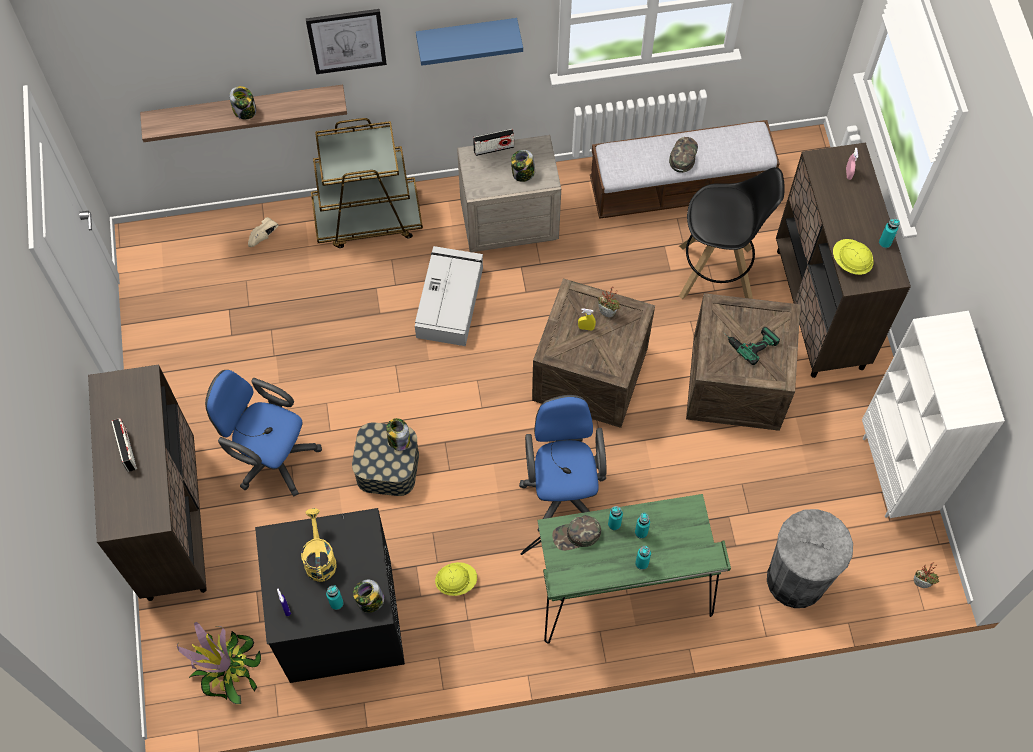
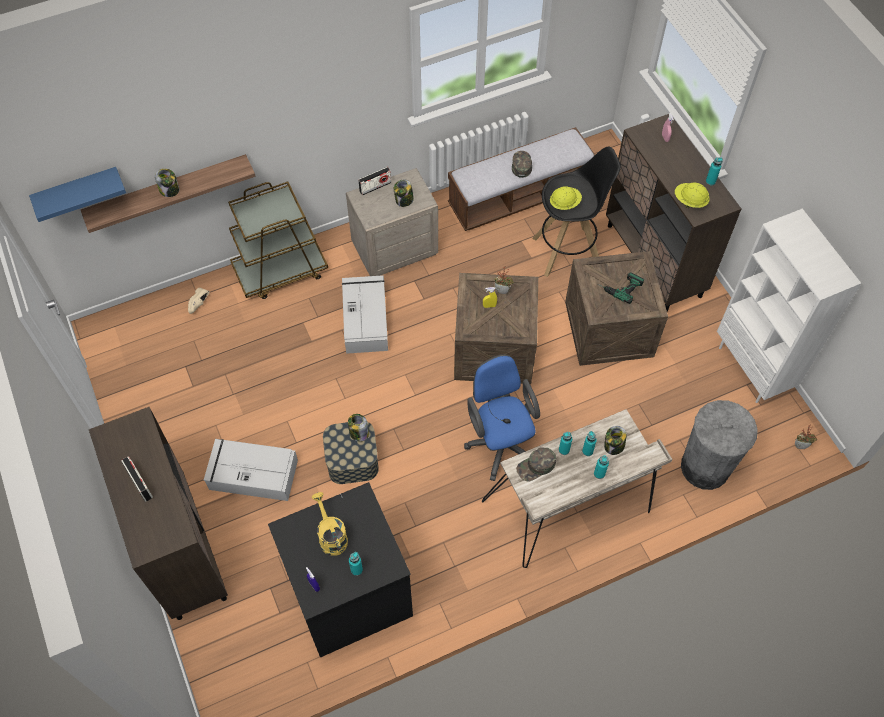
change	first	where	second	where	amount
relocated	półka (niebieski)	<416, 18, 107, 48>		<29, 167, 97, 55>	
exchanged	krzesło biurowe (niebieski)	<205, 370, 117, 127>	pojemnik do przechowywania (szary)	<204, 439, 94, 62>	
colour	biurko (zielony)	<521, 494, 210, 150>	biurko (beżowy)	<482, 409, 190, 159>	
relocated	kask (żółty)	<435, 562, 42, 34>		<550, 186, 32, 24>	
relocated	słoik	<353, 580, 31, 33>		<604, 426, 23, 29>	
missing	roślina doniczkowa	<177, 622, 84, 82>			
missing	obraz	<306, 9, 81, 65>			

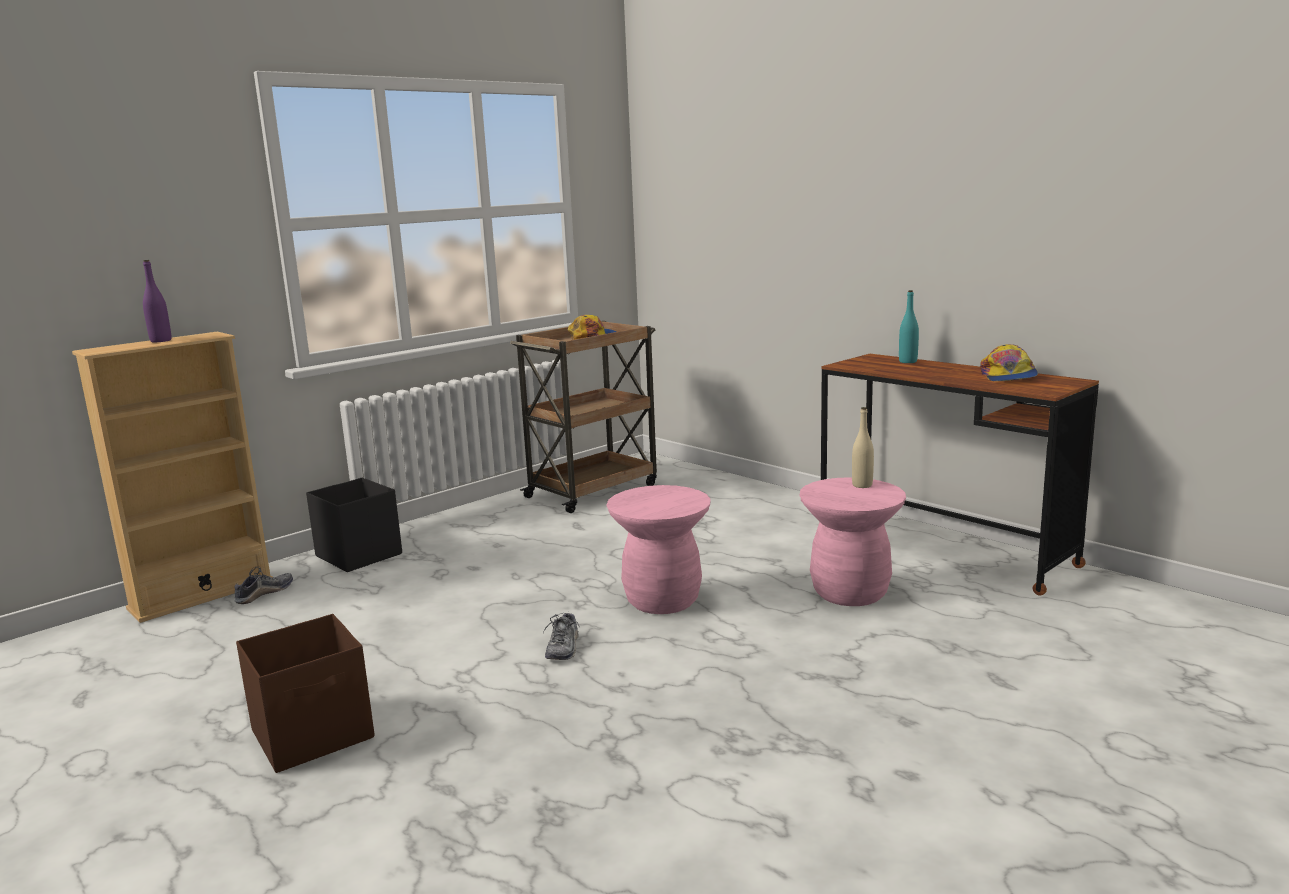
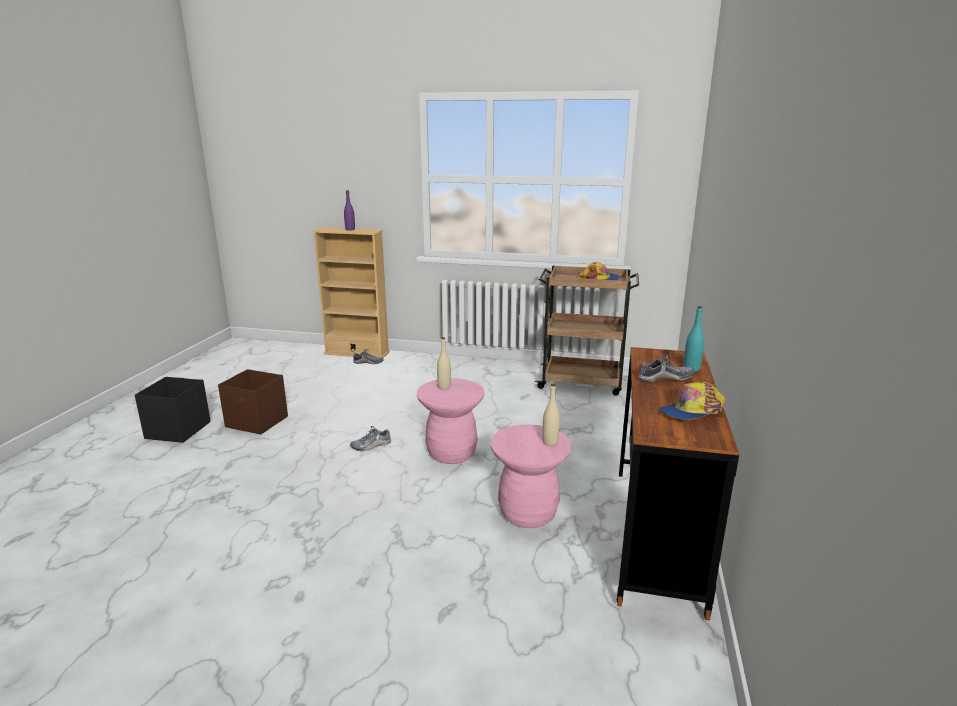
change	first	where	second	where	amount
relocated	pojemnik do przechowywania (czarny)	<306, 477, 96, 95>		<135, 377, 76, 66>	
appeared			butelka (beżowy)	<437, 337, 14, 53>	
appeared			but	<639, 353, 54, 29>	

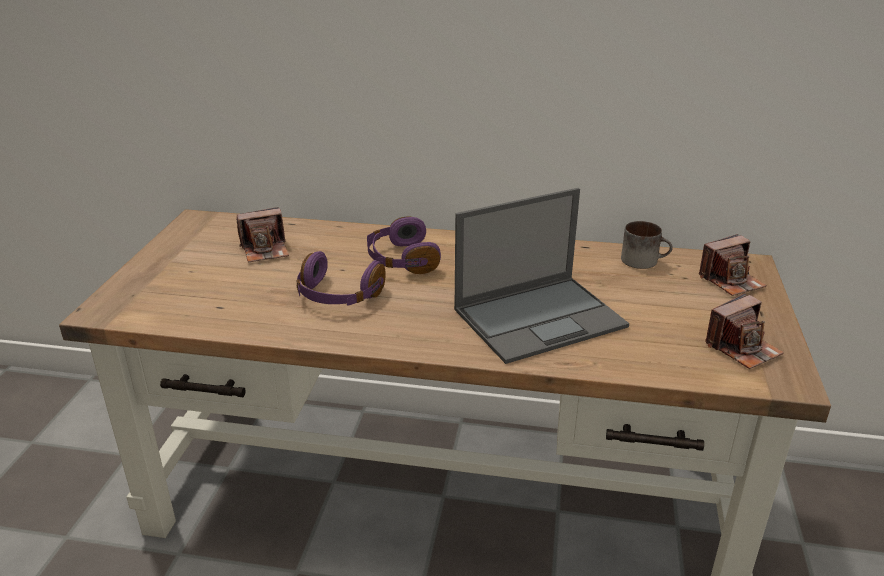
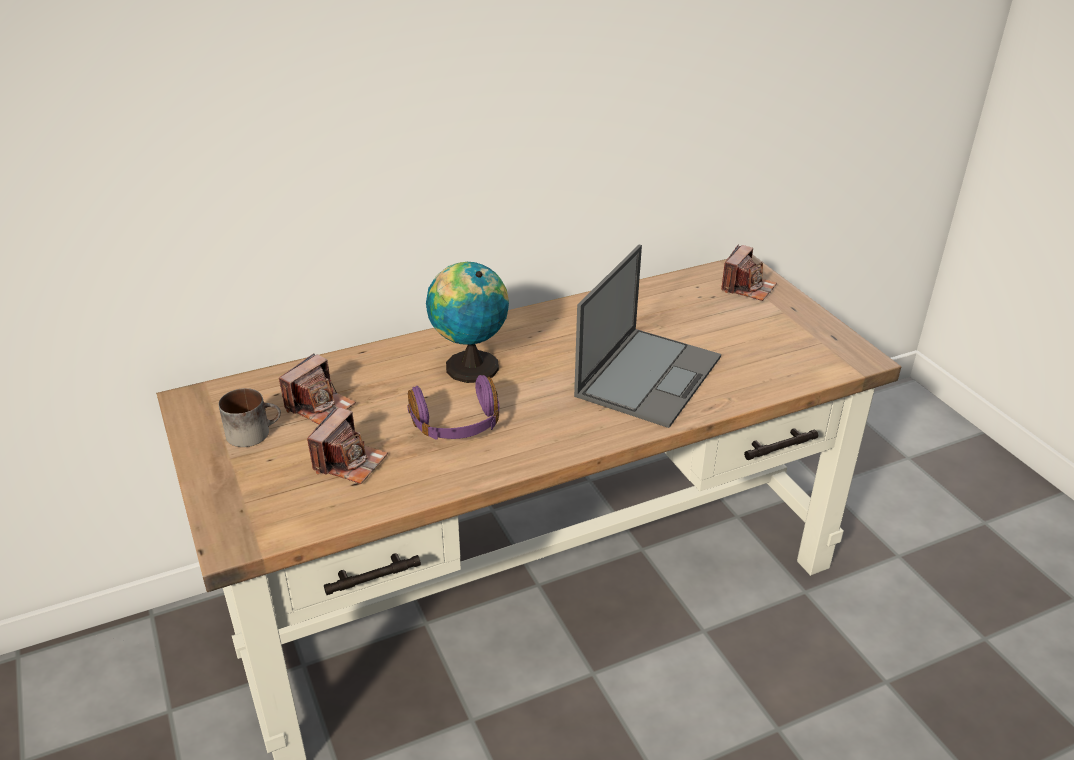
change	first	where	second	where	amount
relocated	kubek	<621, 221, 52, 48>		<219, 388, 62, 59>	
relocated	aparat fotograficzny	<705, 293, 79, 76>		<307, 407, 81, 77>	
exchanged	słuchawki (fioletowy)	<367, 216, 74, 58>	globus	<426, 262, 83, 121>	

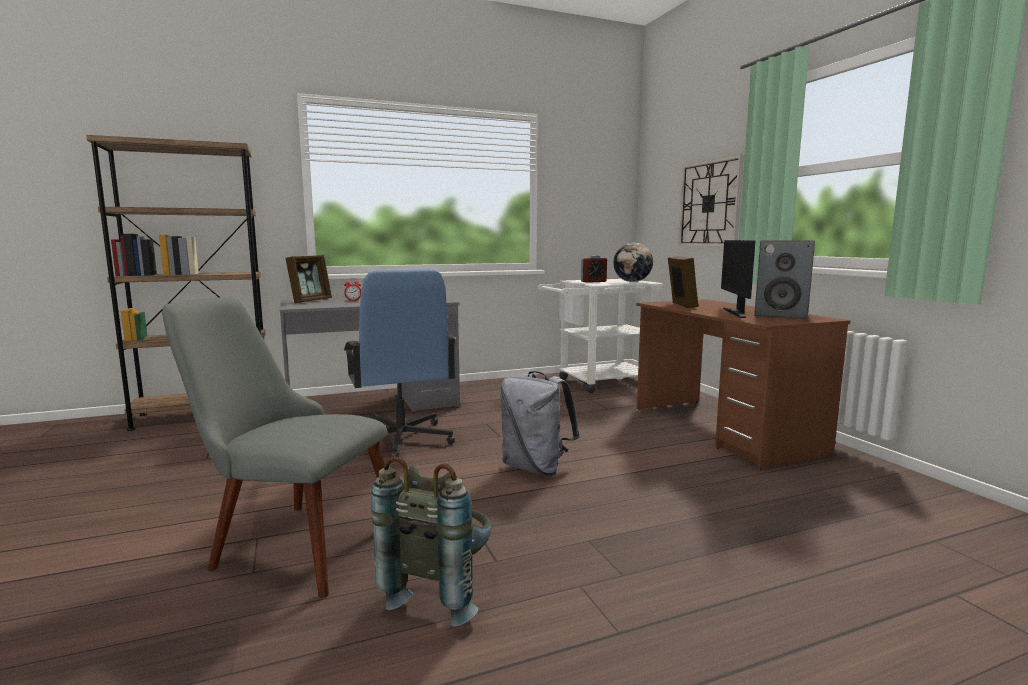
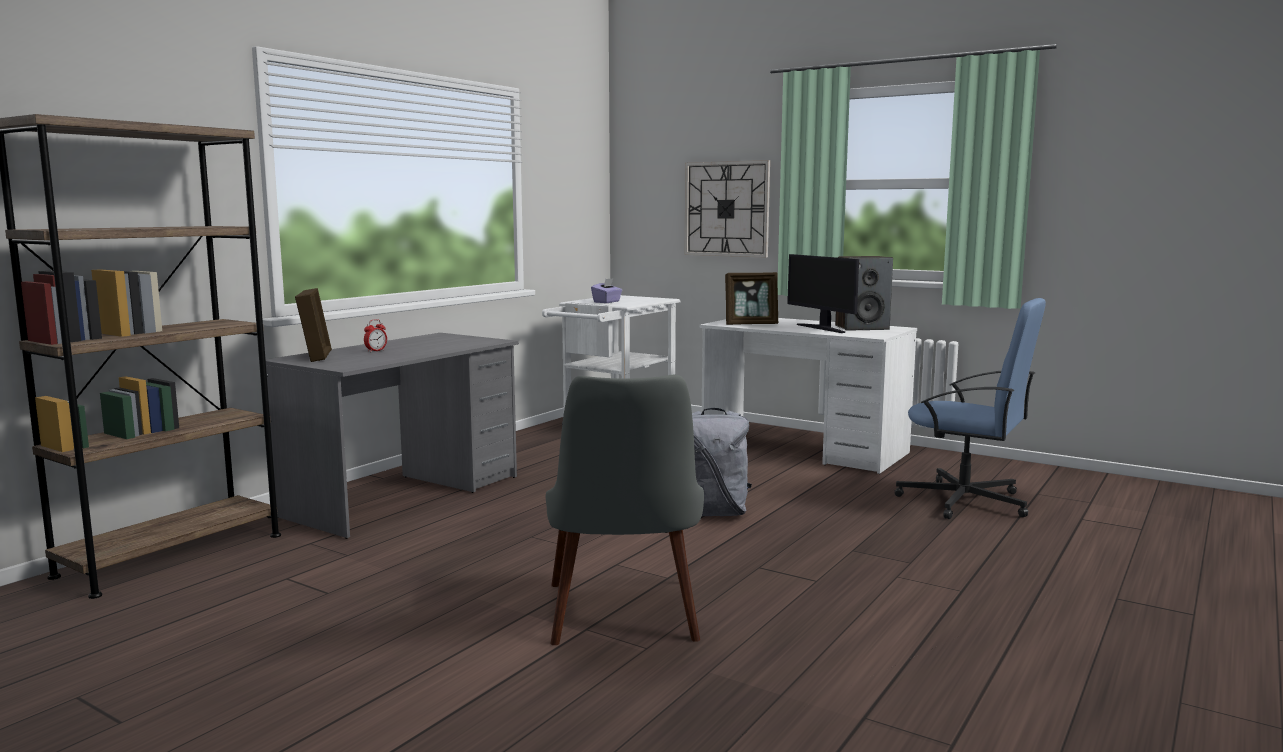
change	first	where	second	where	amount
spun	krzesło (szary)	<162, 297, 226, 301>		<546, 375, 158, 270>	75 degrees counterclockwise
exchanged	budzik	<581, 255, 26, 28>	pudełko chusteczek (fioletowy)	<591, 278, 31, 25>	
colour	biurko (brązowy)	<636, 299, 214, 171>	biurko (biały)	<700, 318, 217, 156>	
spun	ramka na zdjęcie	<668, 256, 31, 52>		<725, 272, 53, 53>	120 degrees clockwise
relocated	krzesło biurowe (niebieski)	<344, 269, 112, 188>		<895, 298, 151, 221>	
missing	plecak (szary)	<371, 456, 120, 171>			
missing	globus	<613, 243, 40, 39>			

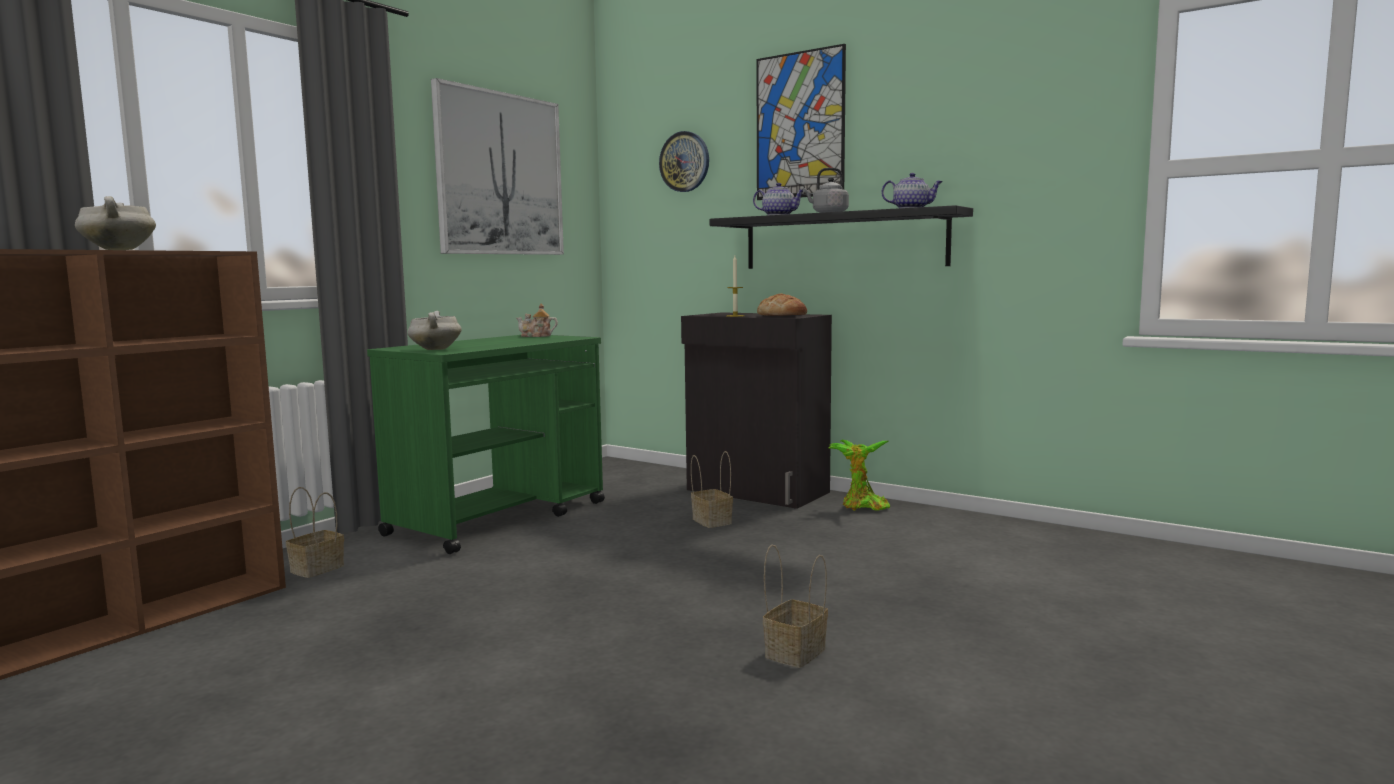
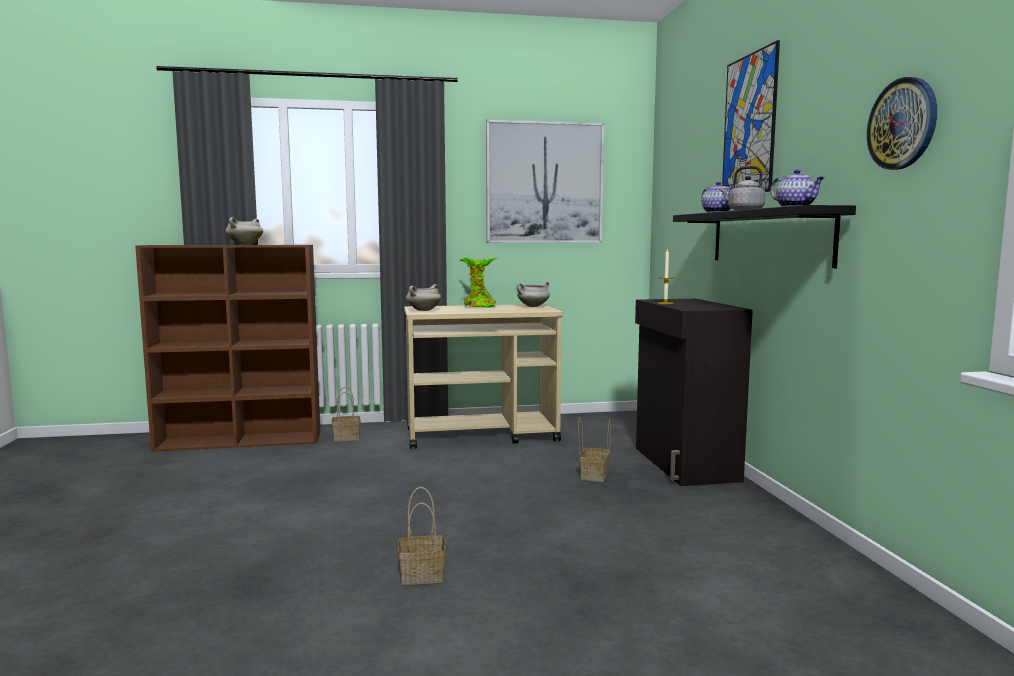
change	first	where	second	where	amount
colour	wózek (zielony)	<367, 335, 238, 219>	wózek (beżowy)	<404, 304, 159, 145>	
relocated	roślina doniczkowa	<829, 440, 61, 71>		<460, 257, 38, 50>	
exchanged	imbryk	<516, 304, 42, 33>	garnek (biały)	<517, 281, 33, 26>	
relocated	zegar ścienny	<659, 131, 50, 61>		<867, 77, 70, 93>	
missing	chleb	<757, 294, 50, 22>			

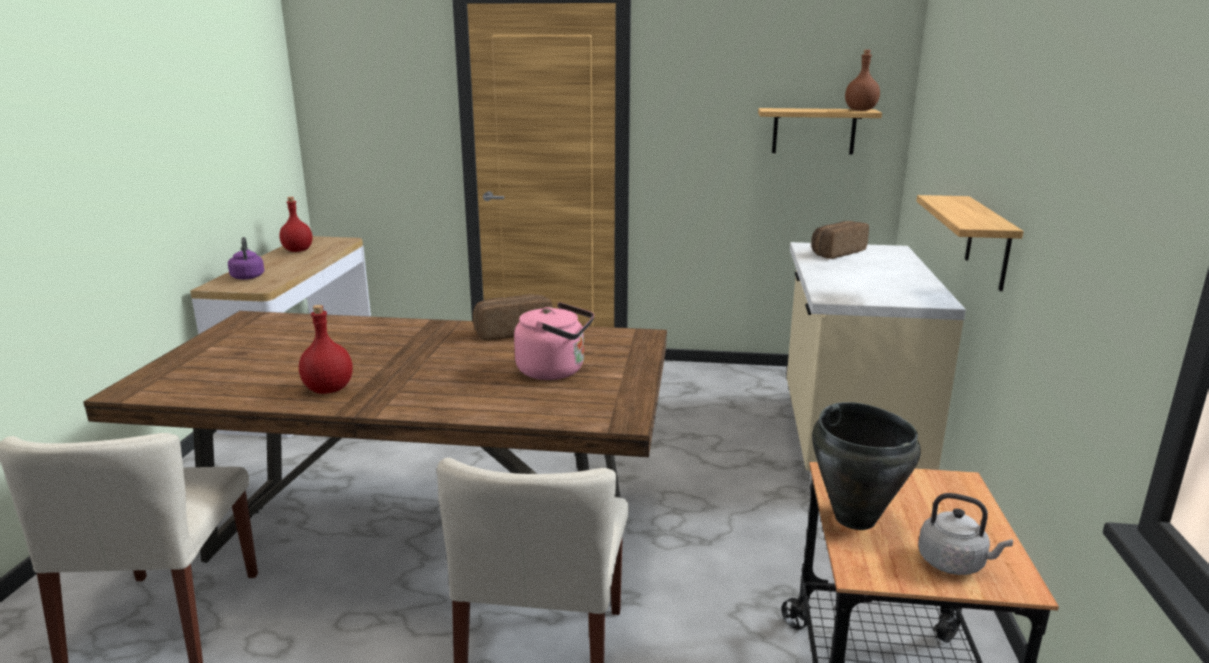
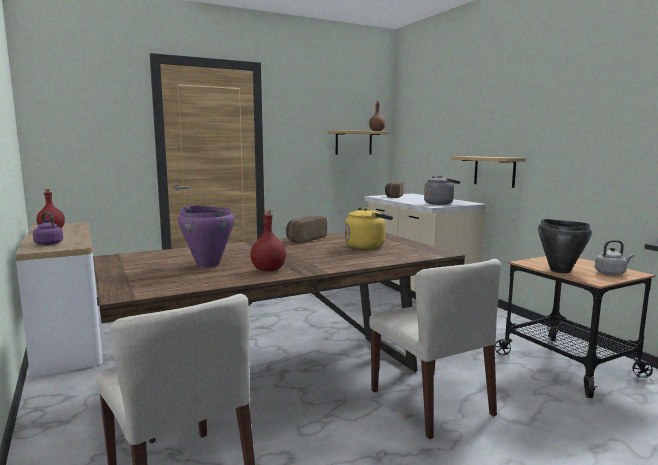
change	first	where	second	where	amount
appeared			garnek (fioletowy)	<178, 206, 57, 62>	
colour	czajnik (różowy)	<514, 302, 80, 78>	czajnik (żółty)	<345, 208, 48, 41>	
appeared			czajnik (szary)	<424, 176, 36, 29>	

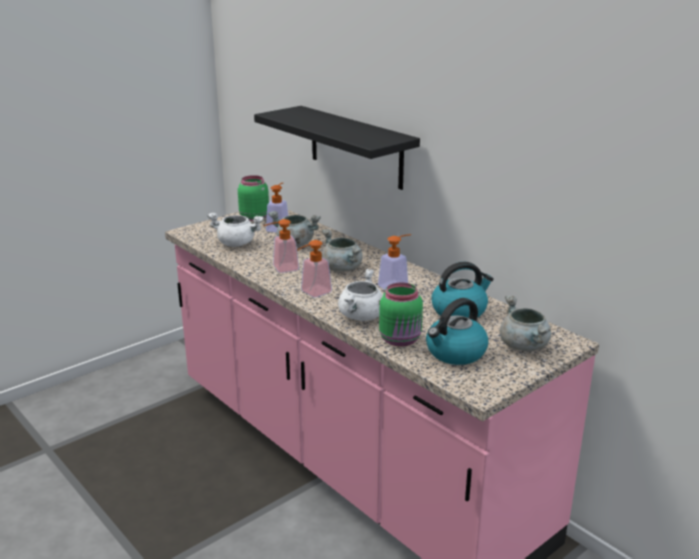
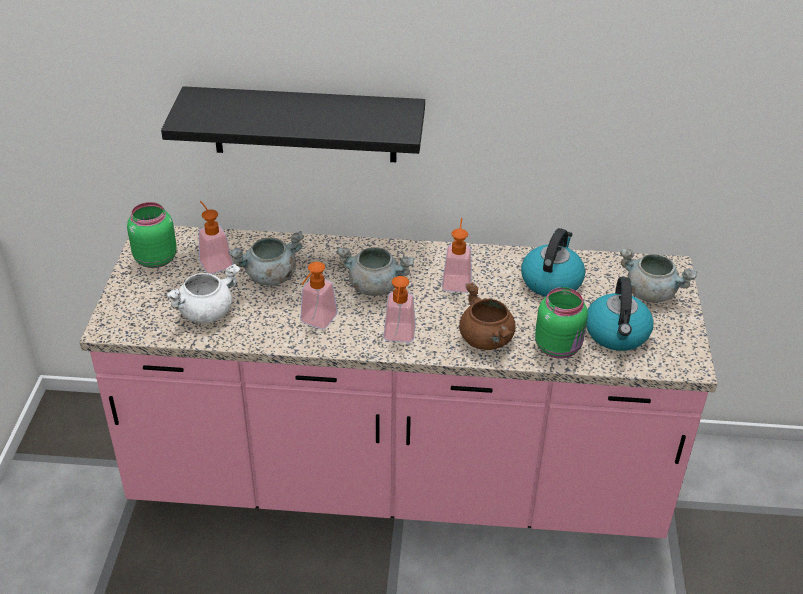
change	first	where	second	where	amount
colour	garnek (biały)	<338, 268, 44, 53>	garnek (brązowy)	<459, 283, 57, 67>	

